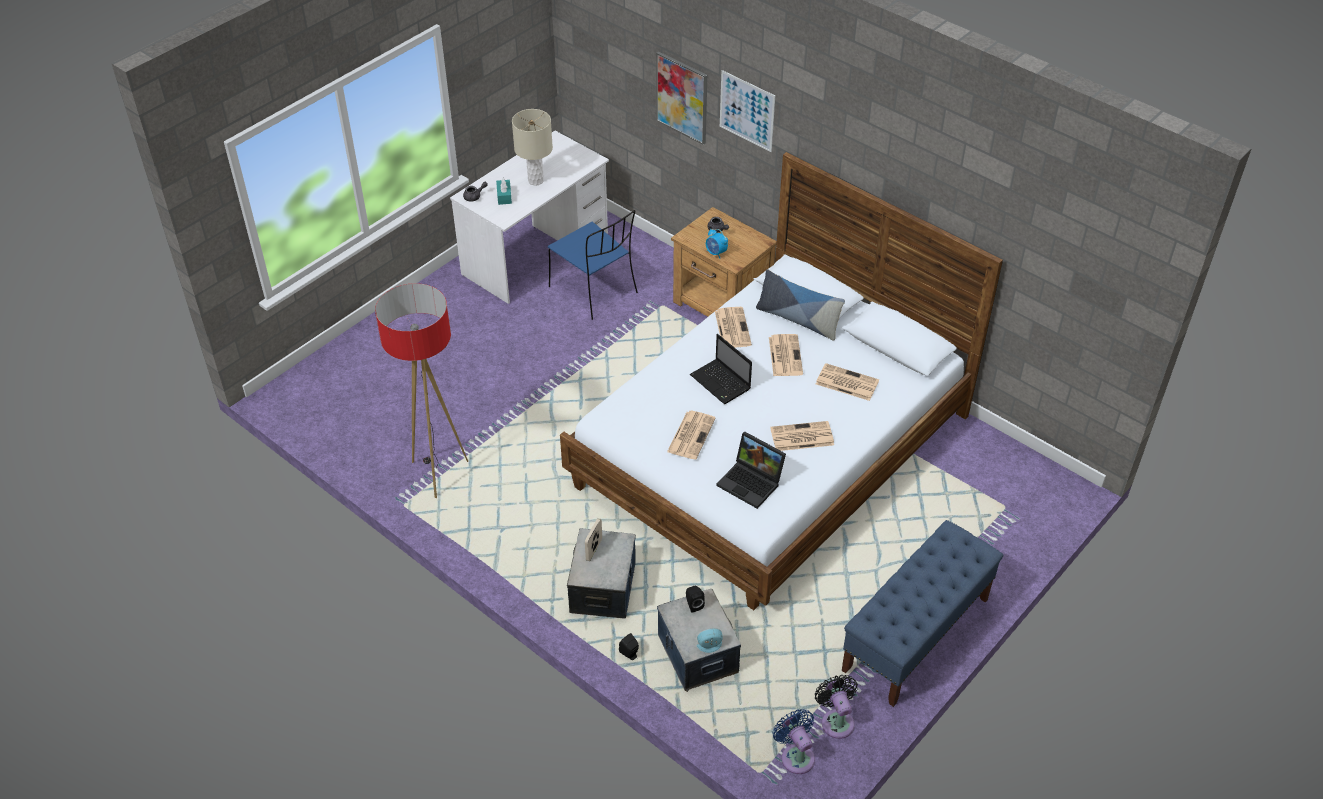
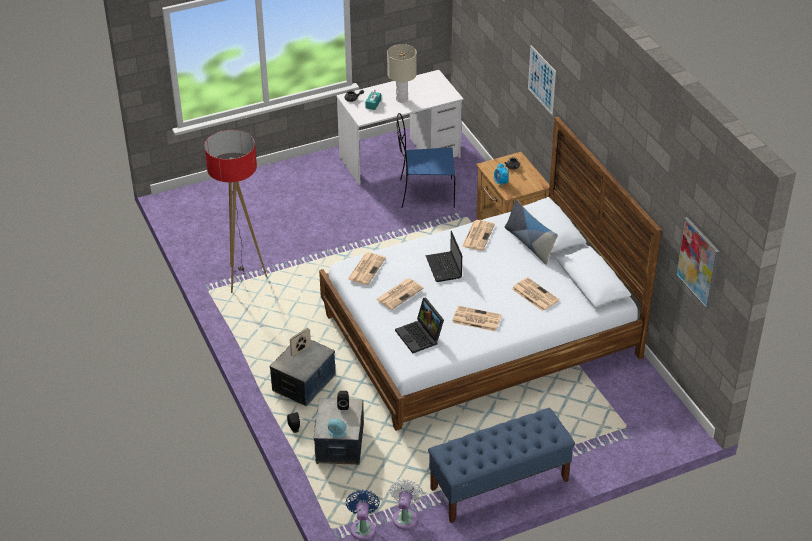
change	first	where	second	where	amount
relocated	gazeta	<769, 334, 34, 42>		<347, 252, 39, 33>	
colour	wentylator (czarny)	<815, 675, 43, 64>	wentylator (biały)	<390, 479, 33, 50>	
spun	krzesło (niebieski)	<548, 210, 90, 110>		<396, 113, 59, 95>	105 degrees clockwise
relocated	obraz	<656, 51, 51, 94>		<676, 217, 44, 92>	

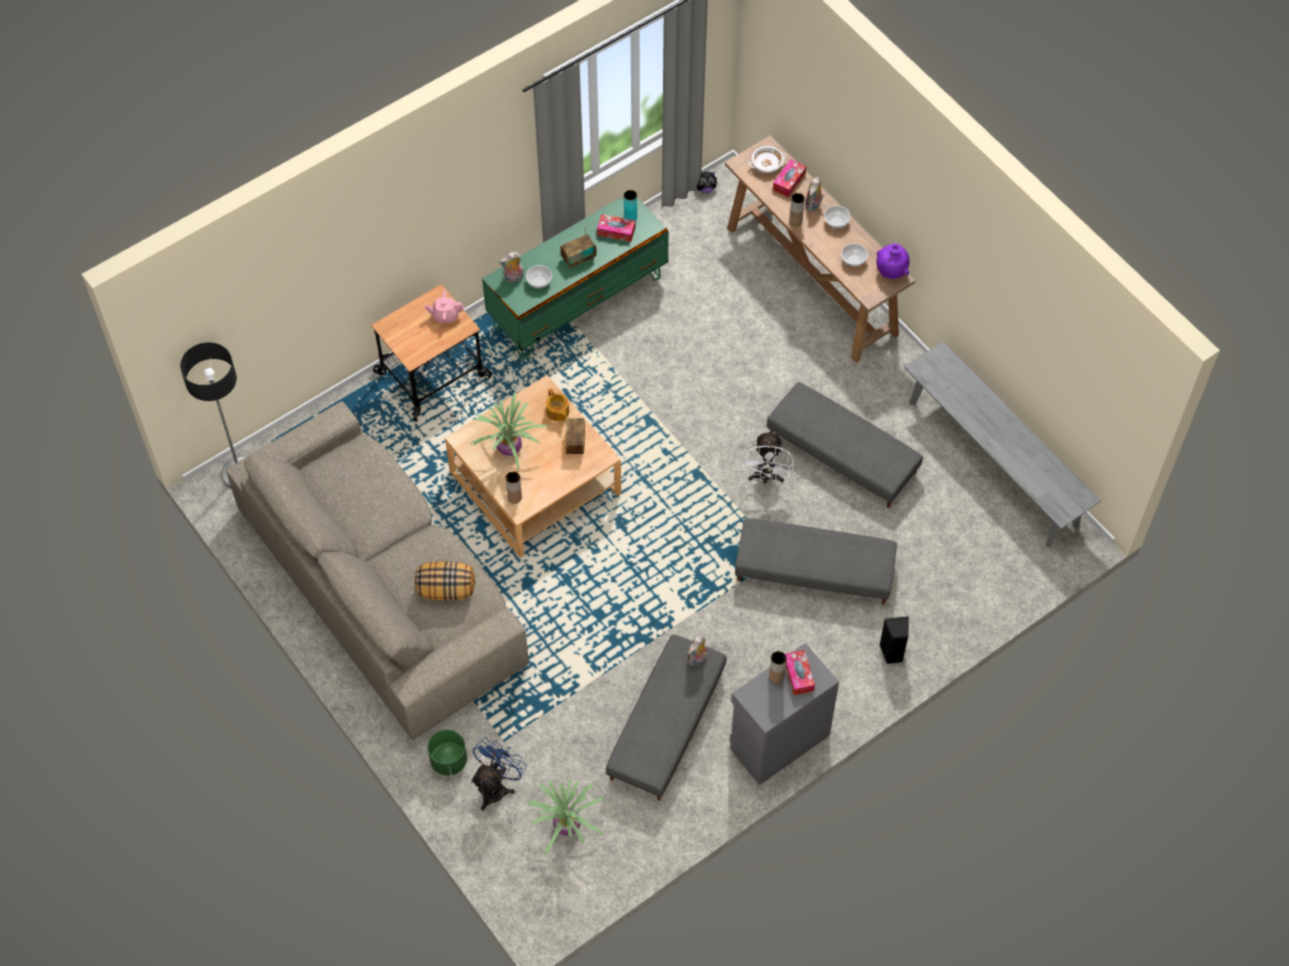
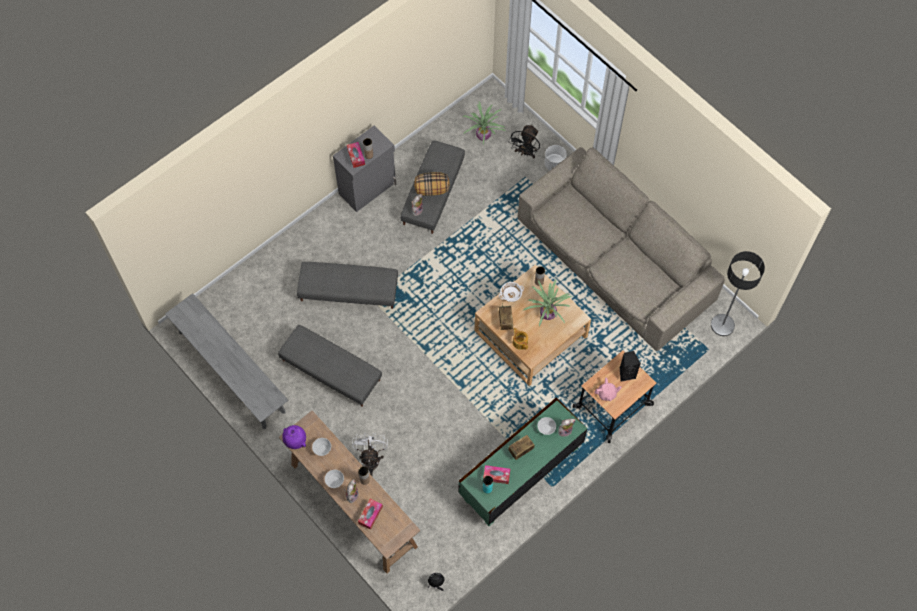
change	first	where	second	where	amount
relocated	wentylator (biały)	<742, 430, 52, 53>		<352, 433, 35, 43>	
relocated	poduszka	<415, 562, 60, 39>		<414, 172, 36, 24>	
relocated	miska (biały)	<749, 146, 37, 27>		<499, 282, 25, 20>	
colour	wentylator (niebieski)	<471, 737, 56, 74>	wentylator (czarny)	<509, 125, 31, 33>	
colour	donica (zielony)	<428, 730, 39, 46>	donica (biały)	<544, 145, 23, 25>	
relocated	głośnik (czarny)	<879, 616, 30, 48>		<620, 351, 21, 31>	

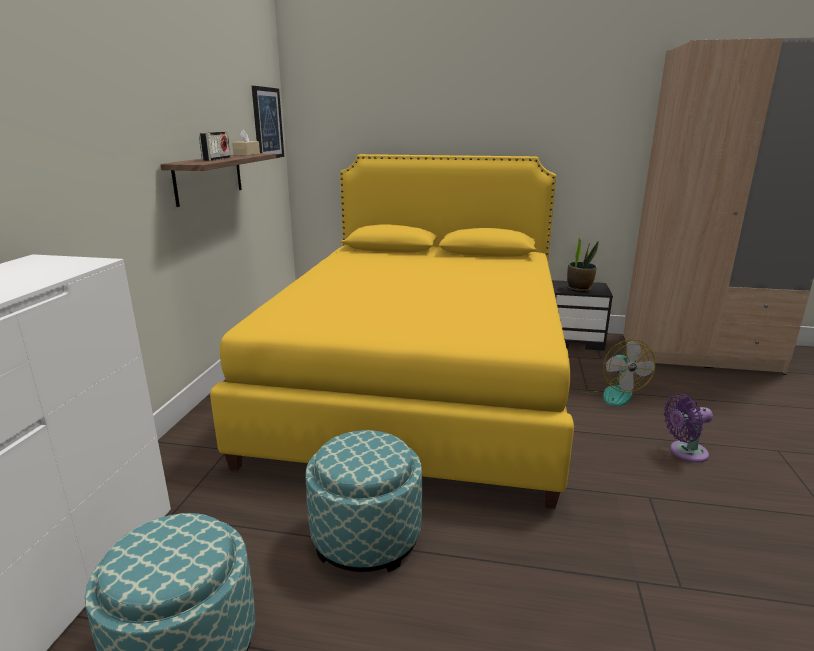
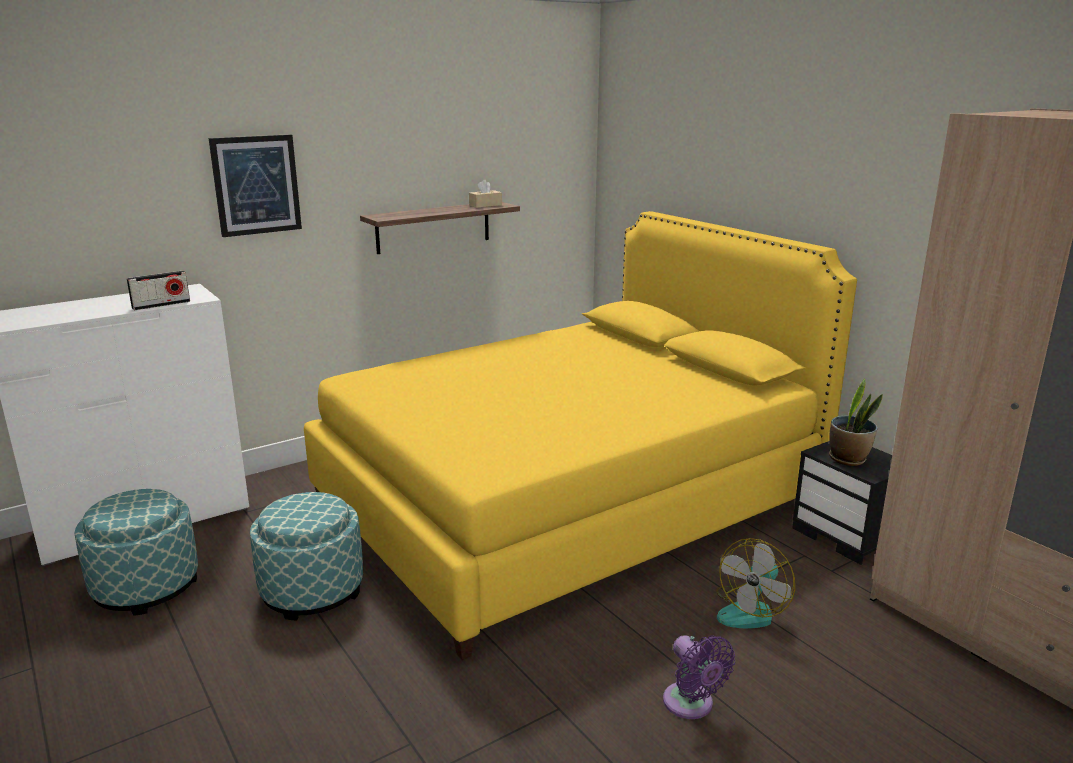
change	first	where	second	where	amount
relocated	radio	<199, 132, 31, 29>		<127, 271, 63, 39>	
relocated	obraz	<252, 86, 32, 72>		<208, 134, 94, 103>	
spun	wentylator (fioletowy)	<664, 394, 49, 69>		<663, 635, 72, 84>	150 degrees counterclockwise

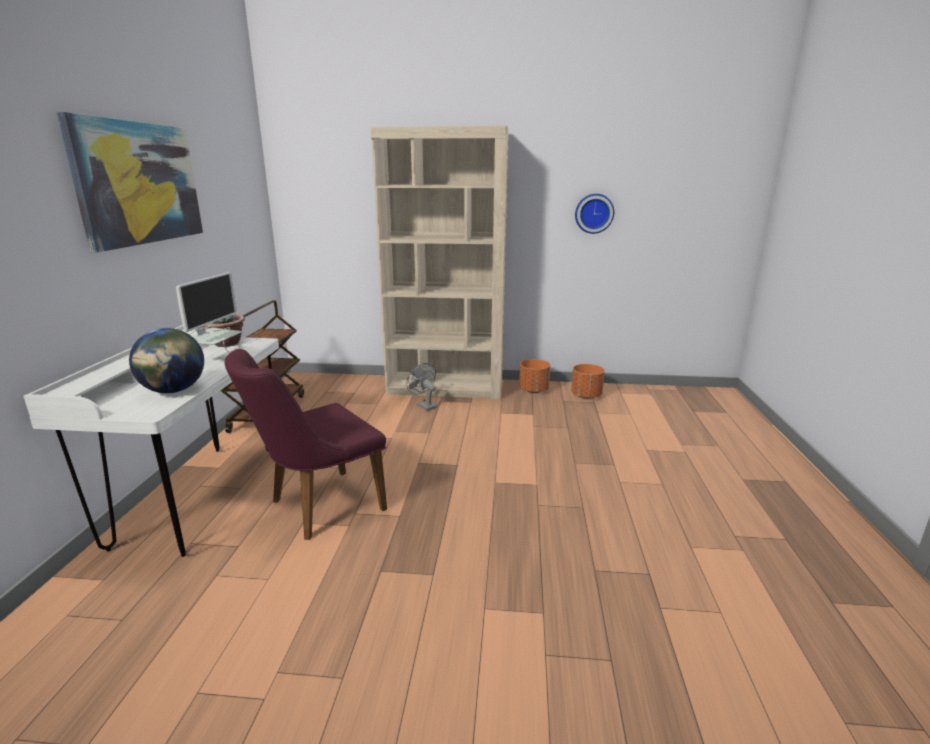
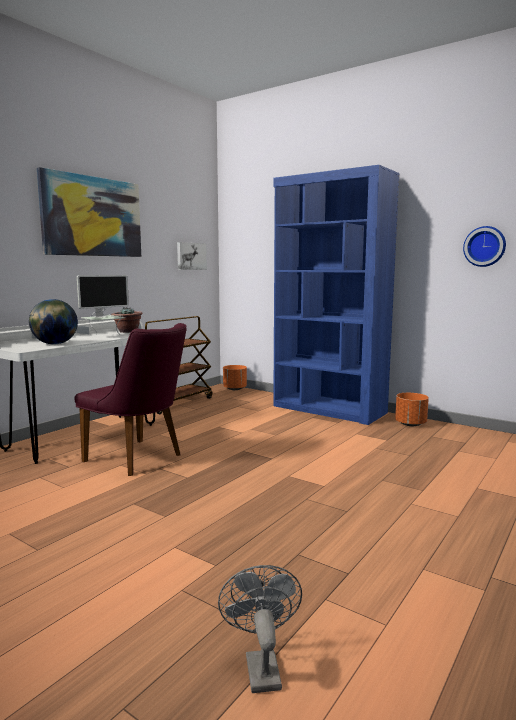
change	first	where	second	where	amount
spun	krzesło (fioletowy)	<224, 349, 163, 191>		<74, 323, 113, 153>	135 degrees counterclockwise
appeared			obraz	<177, 242, 30, 28>	
relocated	wentylator (szary)	<406, 363, 31, 48>		<218, 565, 84, 128>	
relocated	donica (pomarańczowy)	<571, 364, 34, 35>		<223, 365, 24, 25>	
colour	regał (beżowy)	<370, 126, 139, 274>	regał (niebieski)	<273, 165, 126, 260>	

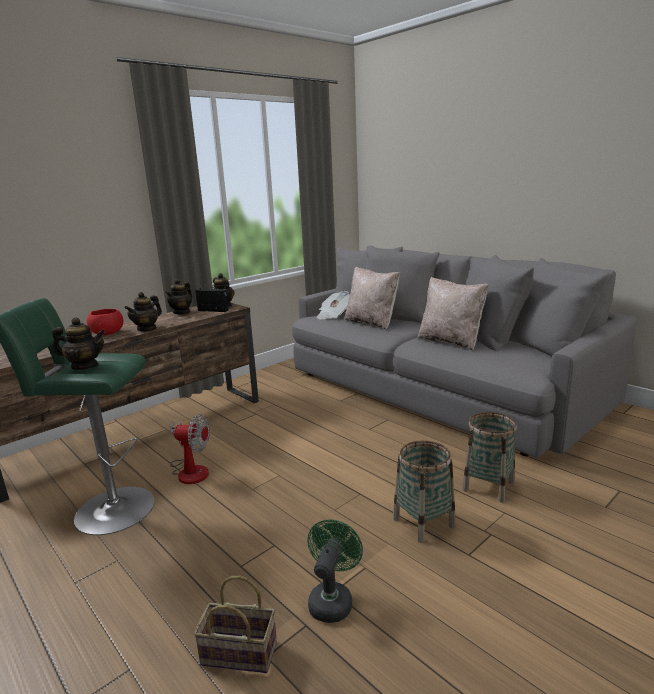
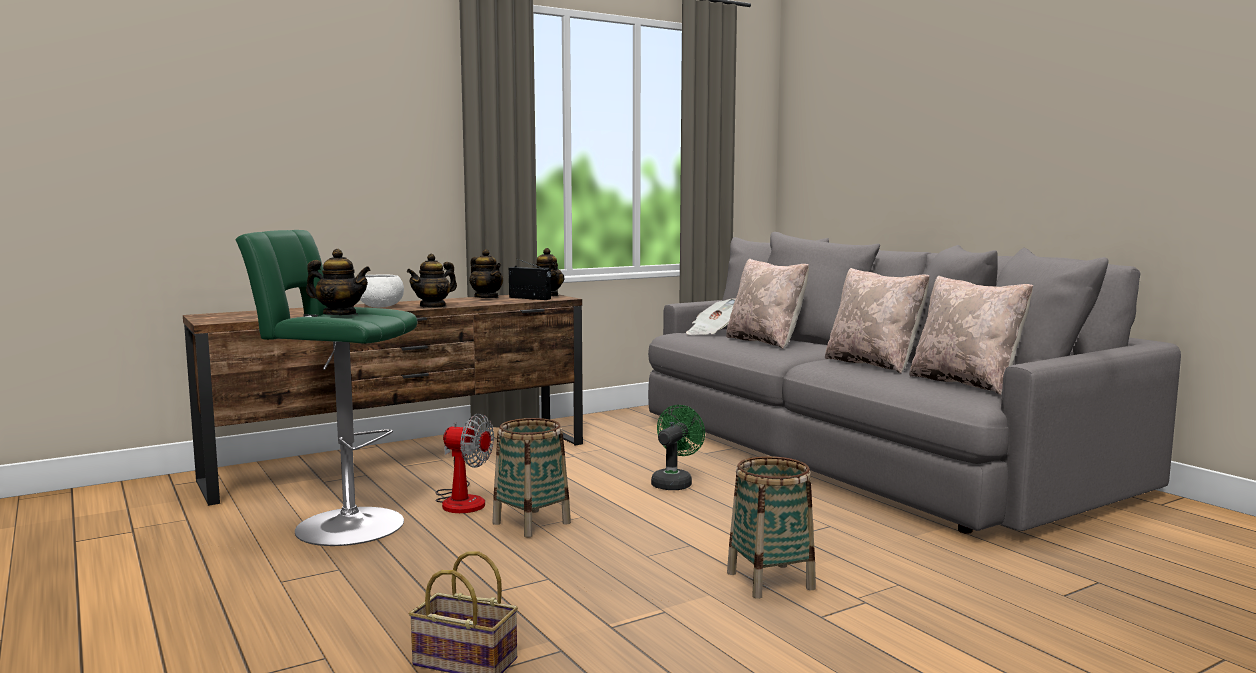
change	first	where	second	where	amount
colour	miska (czerwony)	<87, 309, 36, 26>	miska (biały)	<360, 274, 44, 34>	
spun	imbryk	<165, 279, 27, 36>		<469, 249, 34, 49>	75 degrees counterclockwise
relocated	koszyk	<462, 412, 55, 91>		<493, 418, 78, 120>	
relocated	wentylator (zielony)	<307, 519, 56, 104>		<651, 405, 54, 85>	
appeared			poduszka (beżowy)	<909, 276, 124, 119>	

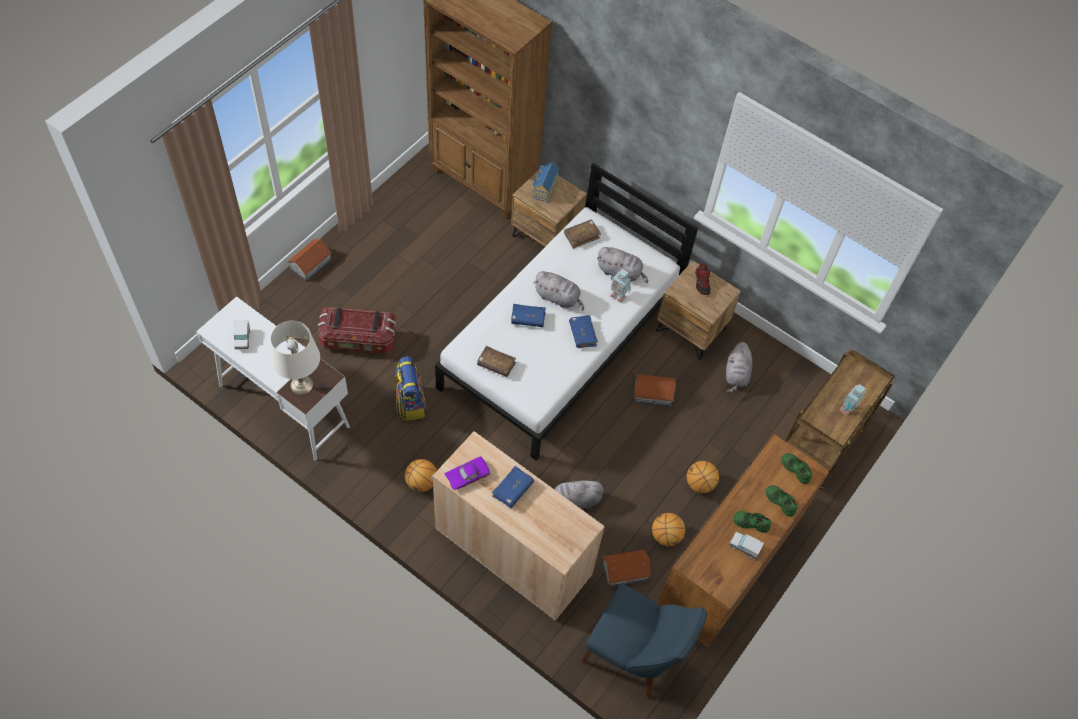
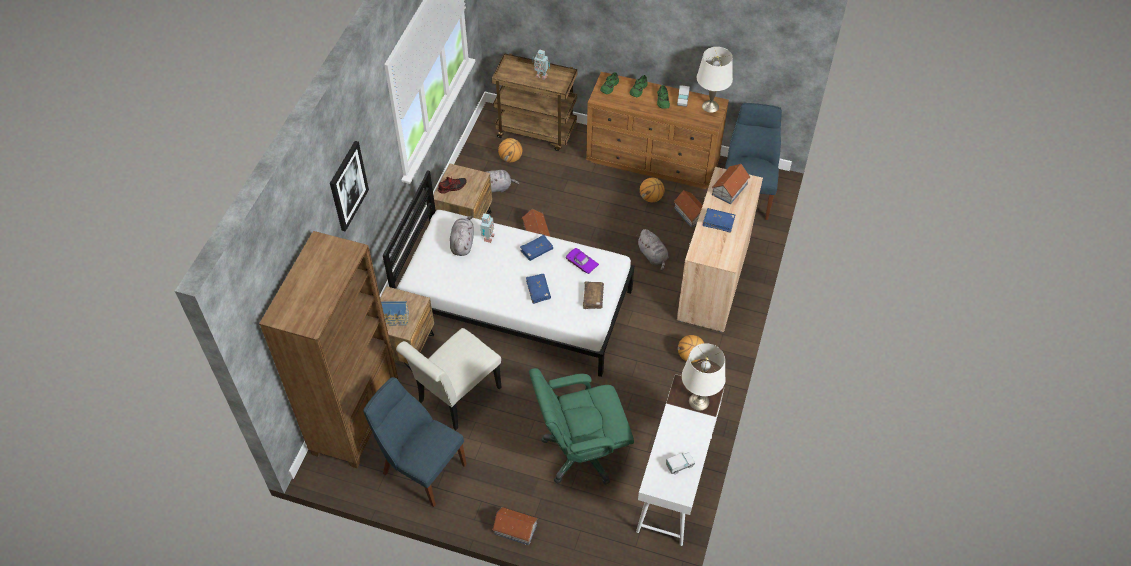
change	first	where	second	where	amount
appeared			obraz	<330, 141, 39, 91>	
appeared			krzesło (niebieski)	<363, 377, 104, 130>	
appeared			krzesło (biały)	<396, 328, 105, 102>	
relocated	piłka do koszykówki	<687, 461, 32, 32>		<498, 138, 24, 24>	
exchanged	pojemnik do przechowywania	<318, 307, 79, 47>	krzesło biurowe (zielony)	<529, 368, 105, 117>	
relocated	samochodzik (fioletowy)	<444, 456, 46, 34>		<566, 248, 33, 26>	
appeared			lampa stołowa (biały)	<697, 47, 36, 66>	
appeared			domek	<712, 164, 38, 40>	
missing	plecak	<394, 356, 32, 65>			
missing	pluszak (szary)	<534, 271, 50, 39>			
missing	książka (brązowy)	<564, 220, 37, 29>			

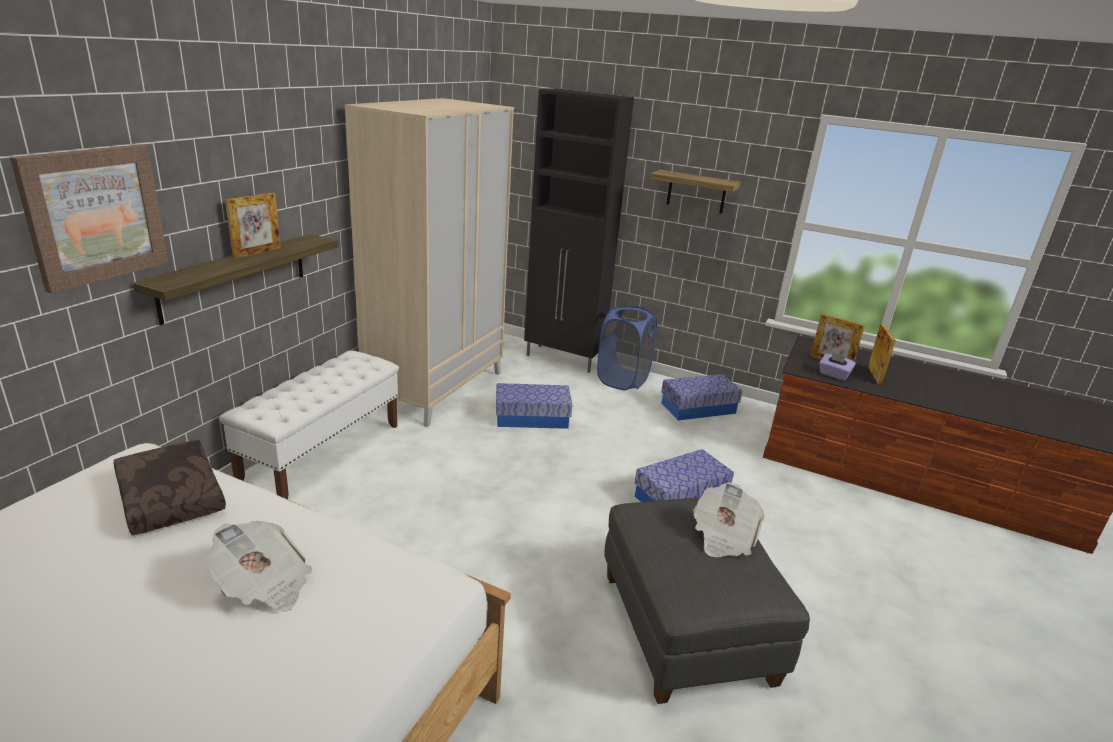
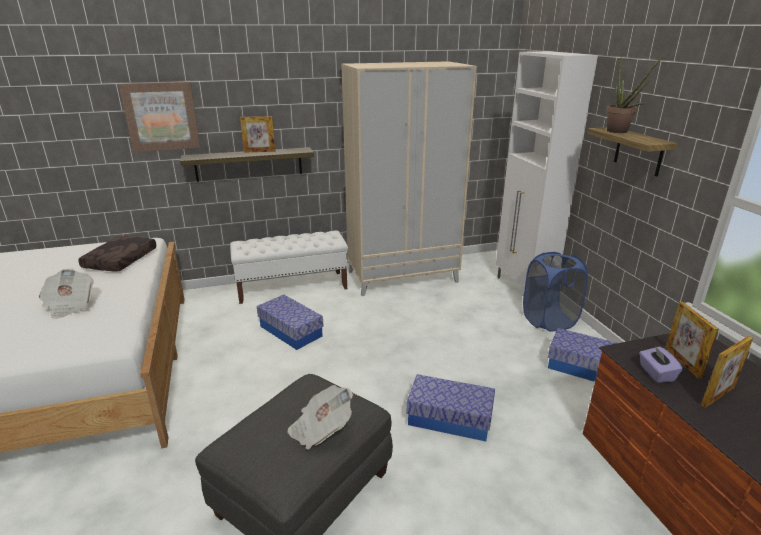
change	first	where	second	where	amount
relocated	pojemnik do przechowywania	<496, 383, 76, 46>		<257, 295, 67, 55>	
colour	szafka (czarny)	<524, 88, 110, 285>	szafka (biały)	<496, 51, 102, 238>	
appeared			roślina doniczkowa	<606, 57, 56, 76>	

